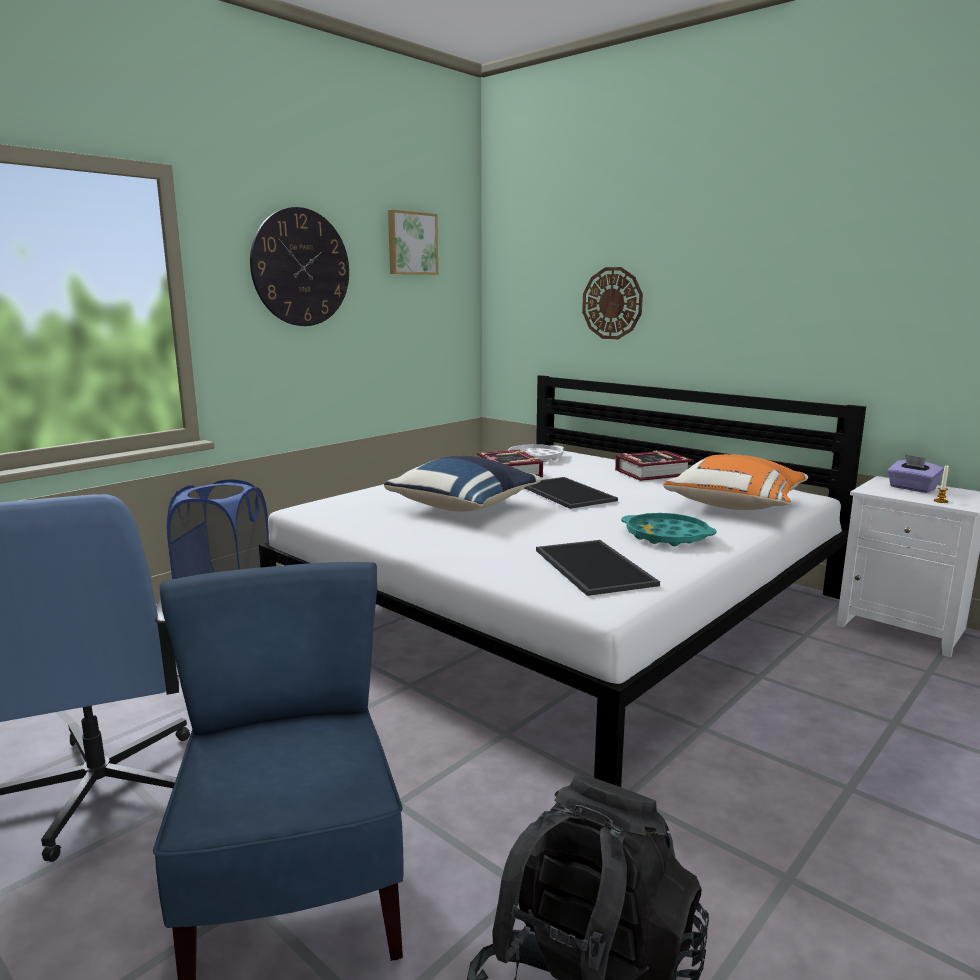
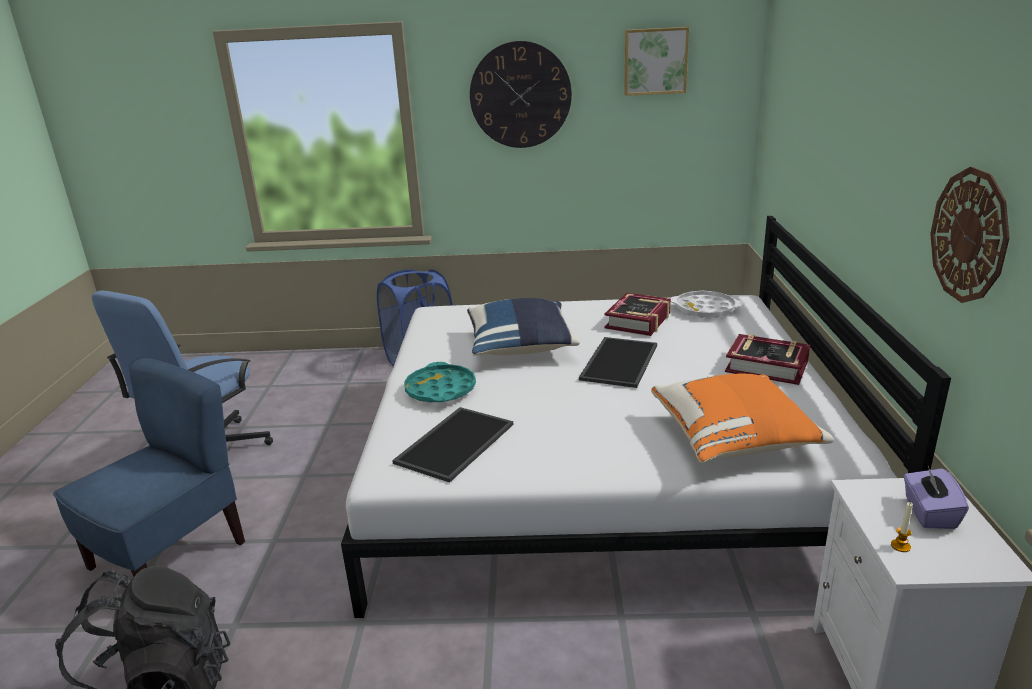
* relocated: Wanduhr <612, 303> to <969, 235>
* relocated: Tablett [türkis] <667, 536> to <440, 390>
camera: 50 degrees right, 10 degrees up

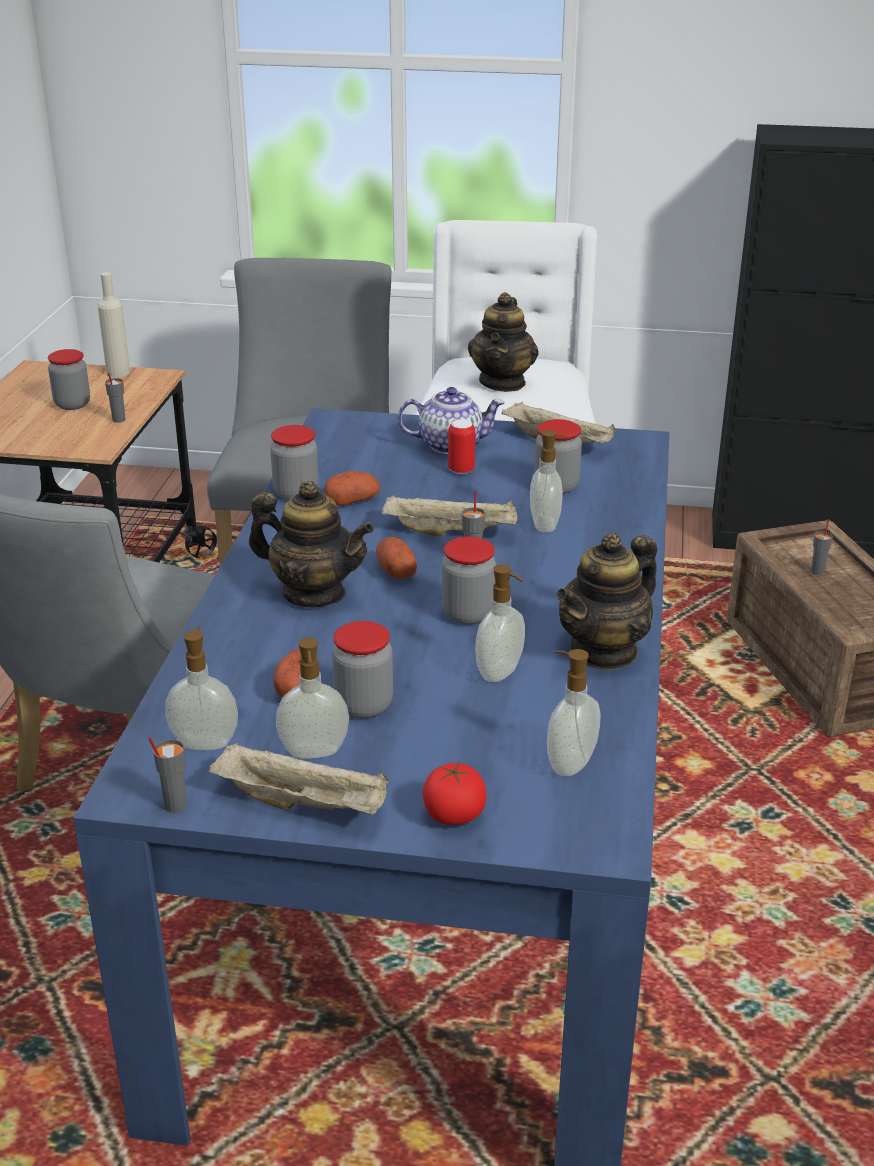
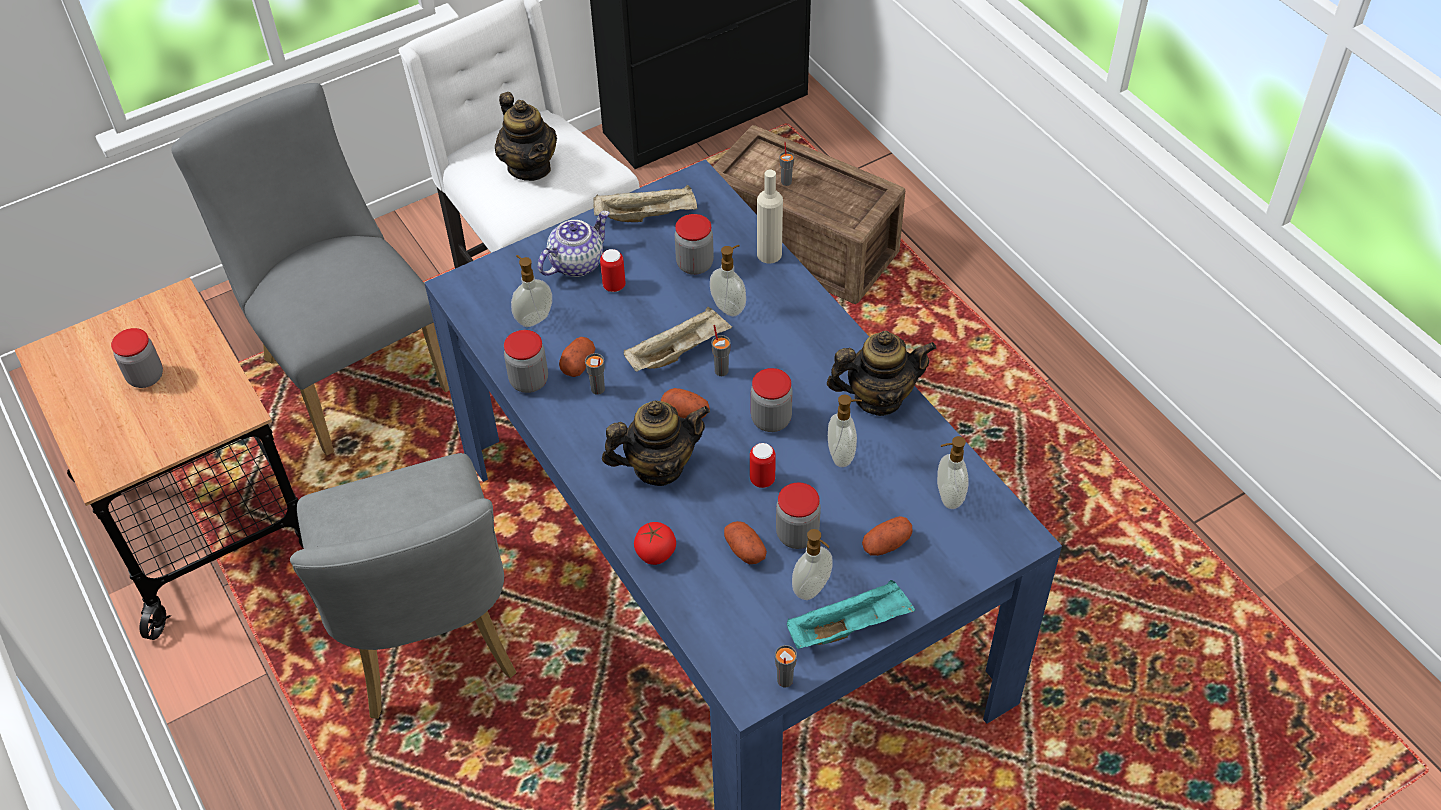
* relocated: Flasche [beige] <118, 372> to <769, 254>
* relocated: Tasse [grau] <118, 420> to <597, 389>
* relocated: Seifenspender <205, 742> to <533, 318>
* colour: Tablett [beige] <304, 804> to Tablett [türkis] <850, 626>
* relocated: Tomate <454, 815> to <655, 553>
* spun: Teekanne <604, 651> = <878, 397> 105 degrees counterclockwise
* appeared: Dose <762, 480>
* appeared: Kartoffel <886, 544>
camera: 40 degrees left, 20 degrees up

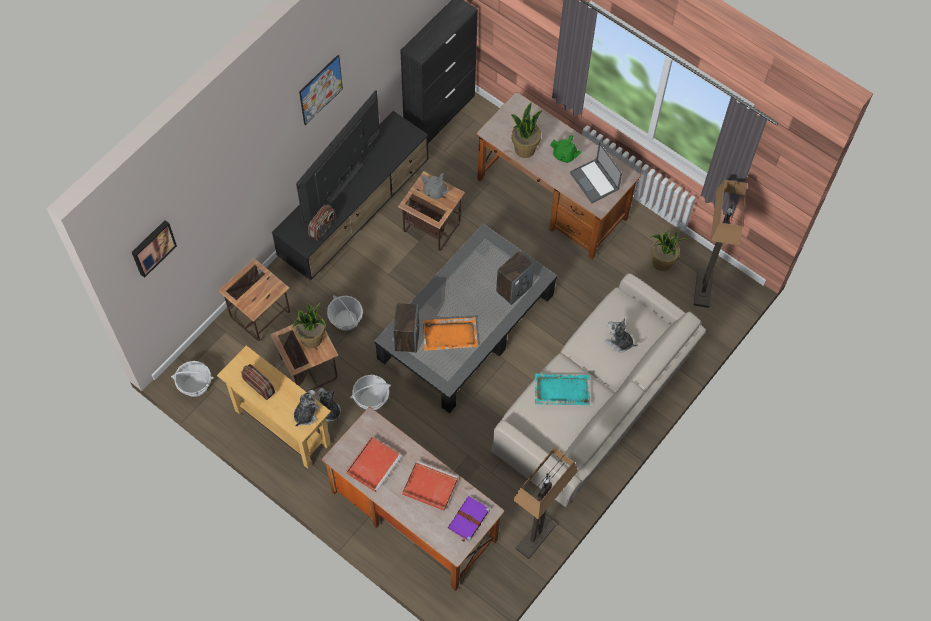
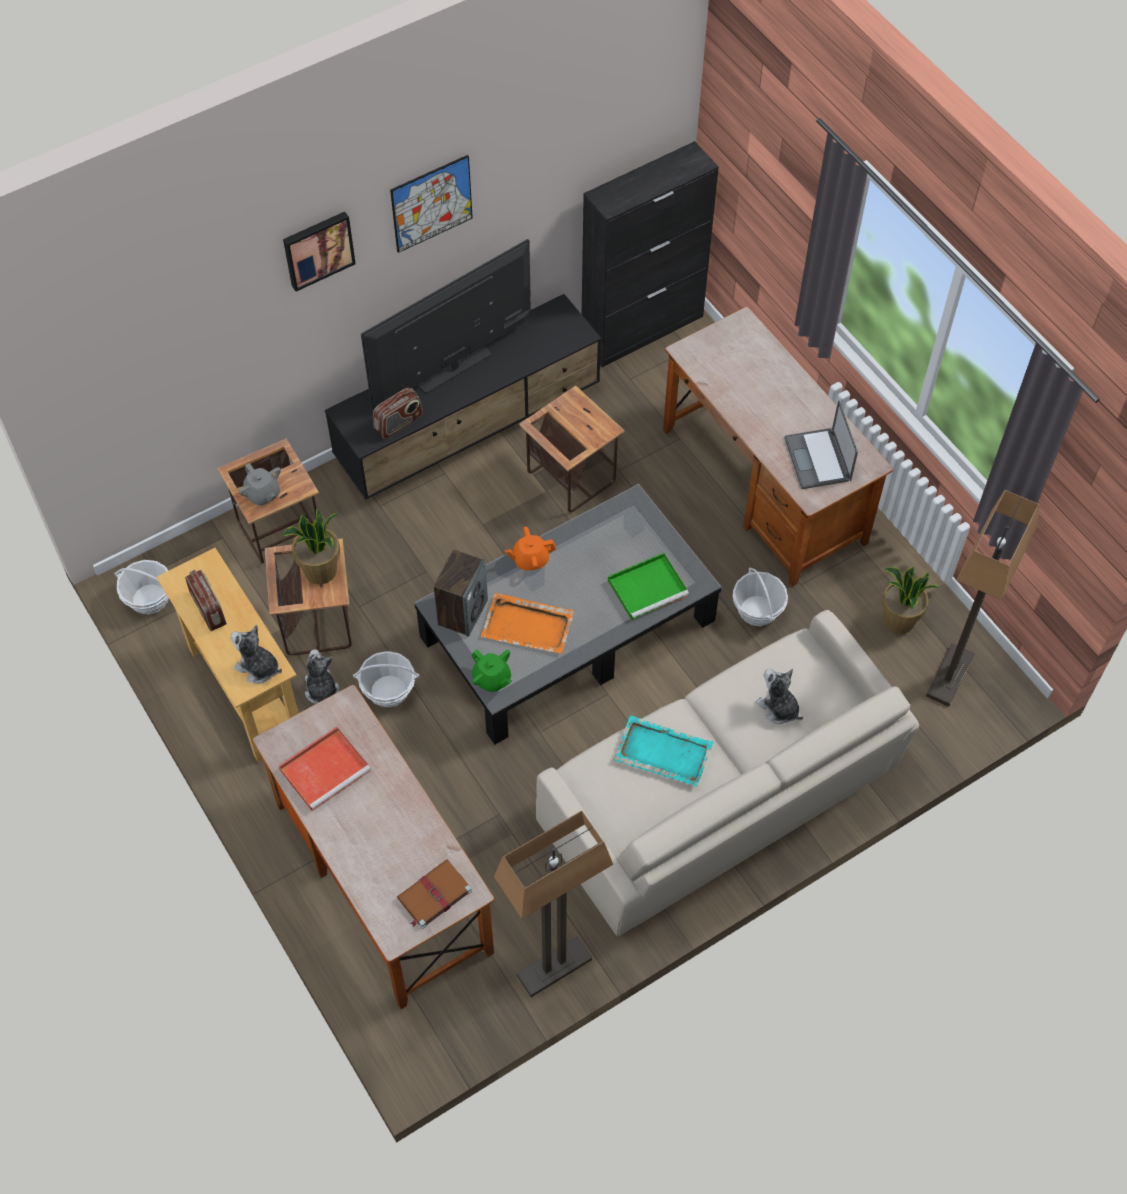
* relocated: Bild <152, 247> to <318, 249>
* spun: Plüschtier <305, 414> = <258, 667> 105 degrees counterclockwise
* relocated: Korb <346, 320> to <757, 610>
* missing: Tablett [rot] <429, 486>
* relocated: Teekanne [grau] <435, 192> to <263, 494>
* colour: Buch [lila] <468, 520> to Buch [braun] <433, 895>
* exchanged: Lautsprecher <514, 288> to Tablett [grün] <648, 587>
* missing: Topfpflanze <524, 149>
* relocated: Teekanne [grün] <564, 155> to <492, 679>
* appeared: Teekanne [orange] <530, 559>
camera: 20 degrees right, 5 degrees down

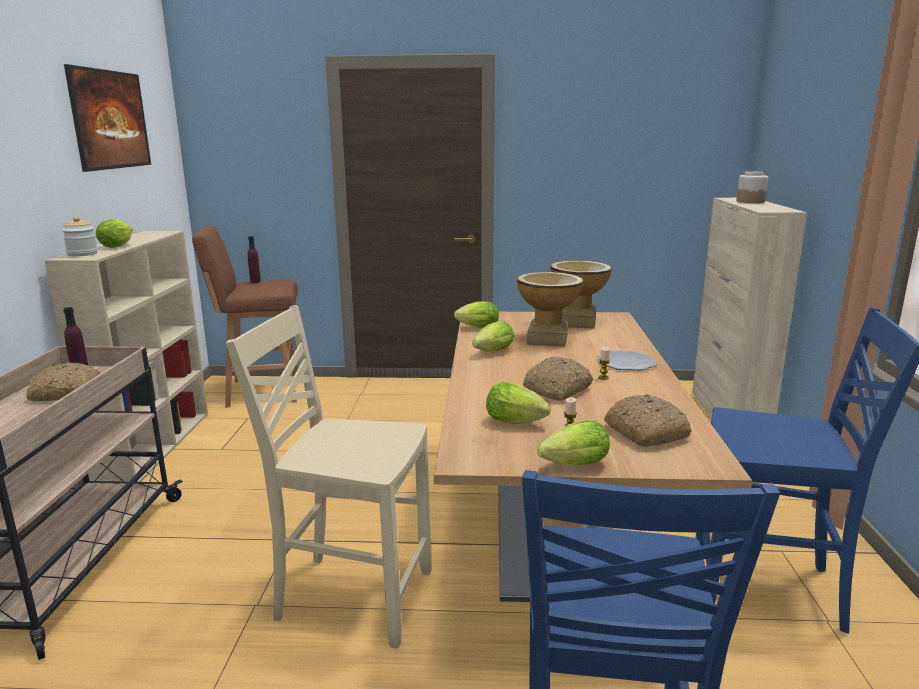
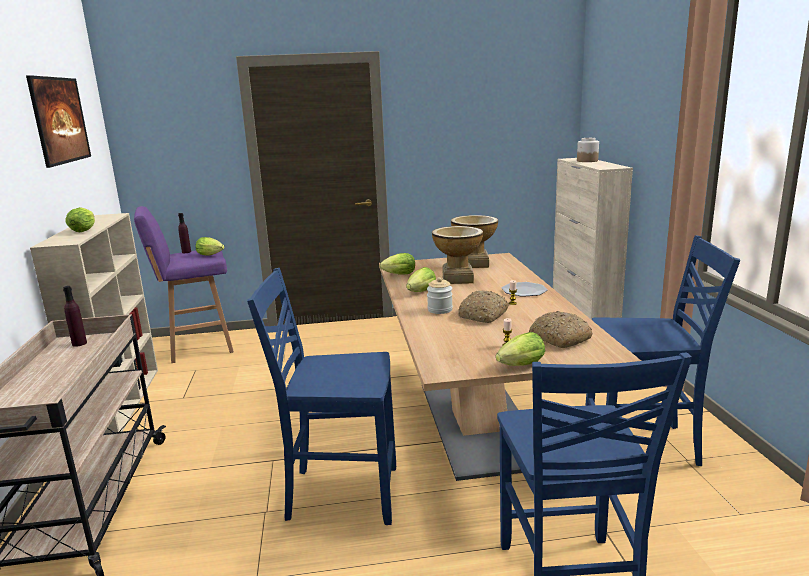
* missing: Brot <66, 393>
* relocated: Vorratsglas <82, 254> to <440, 310>
* colour: Hocker [braun] <261, 391> to Hocker [lila] <197, 346>
* colour: Stuhl [beige] <351, 596> to Stuhl [blau] <340, 493>
* relocated: Salatkopf <518, 422> to <211, 255>
camera: 10 degrees left, 0 degrees up

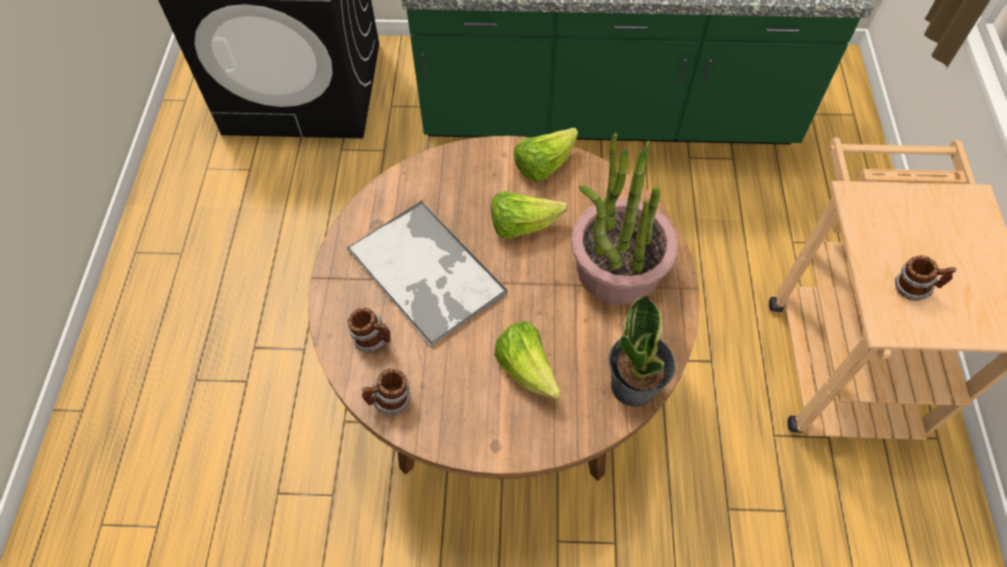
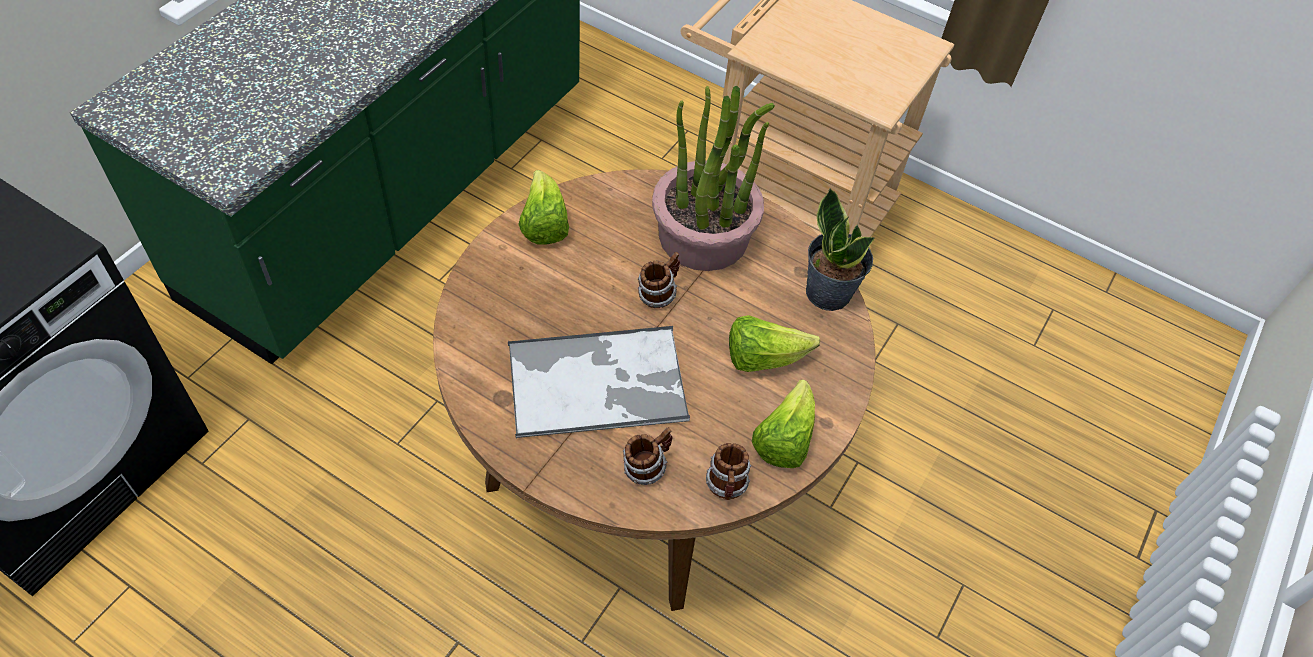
* relocated: Salatkopf <522, 225> to <783, 440>
* relocated: Henkelbecher <913, 288> to <658, 294>
camera: 65 degrees left, 5 degrees down

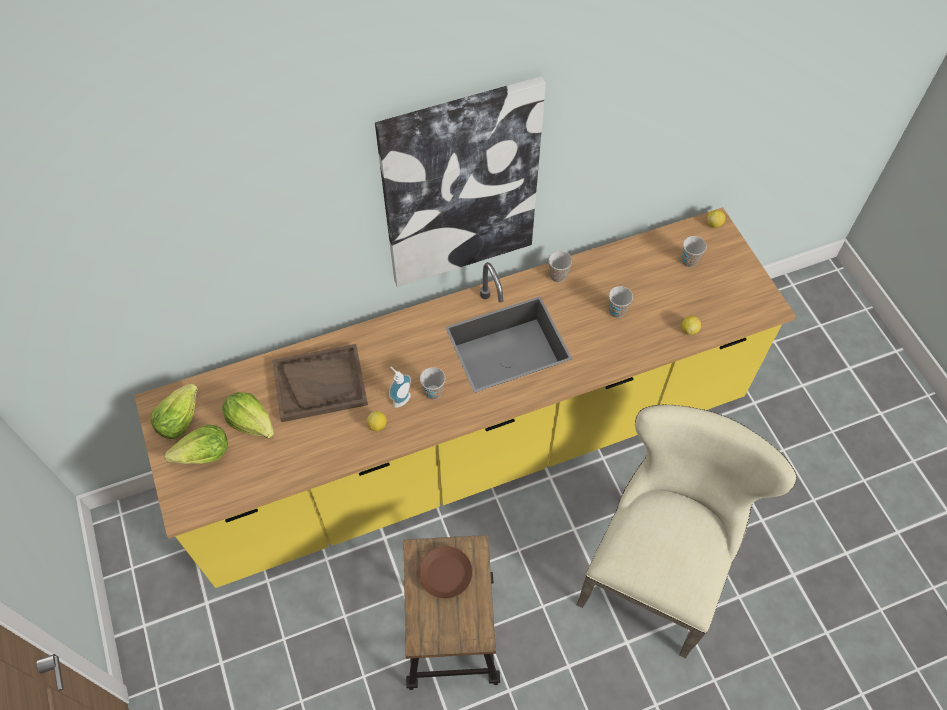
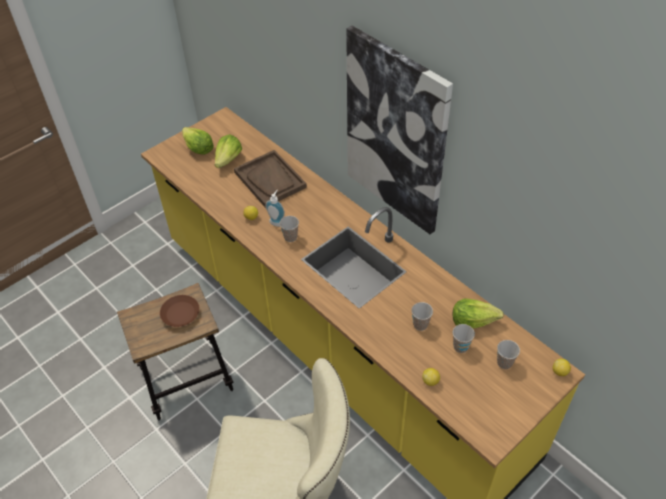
* relocated: Salatkopf <178, 419> to <473, 320>
* relocated: Tasse <558, 276> to <460, 347>
camera: 70 degrees right, 10 degrees down

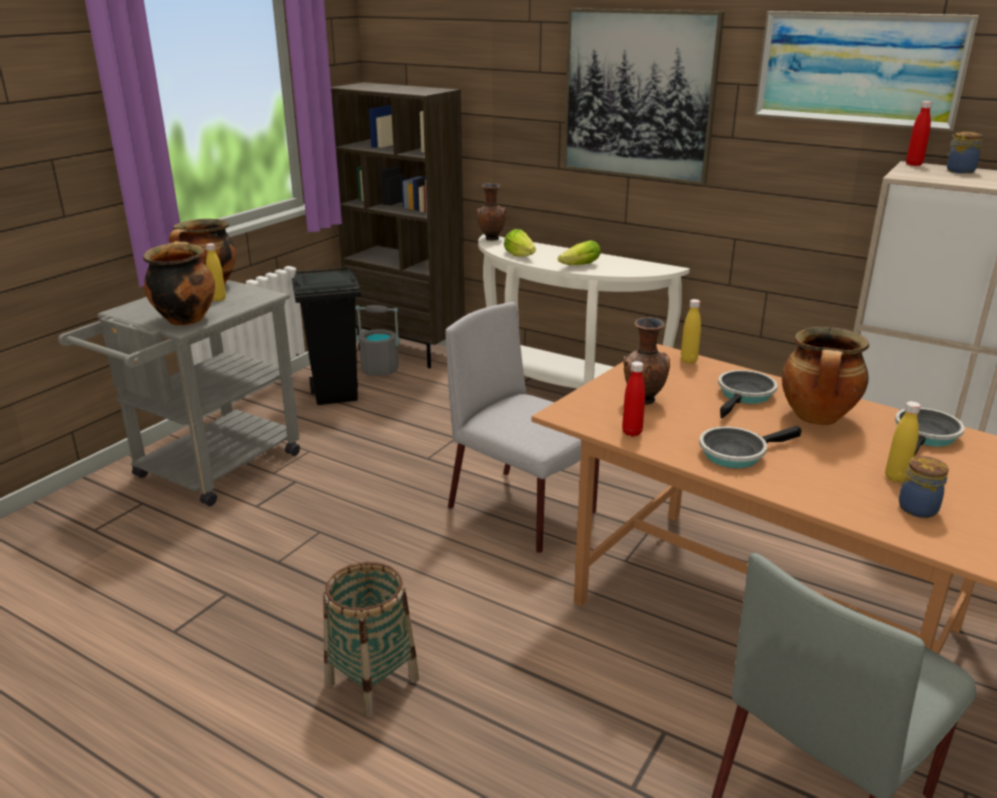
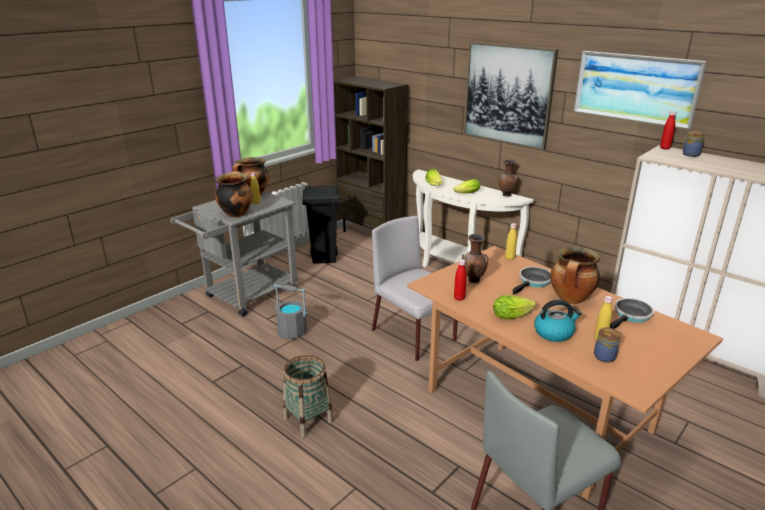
* relocated: Eimer [grau] <380, 370> to <292, 332>
* relocated: Vase [braun] <491, 239> to <506, 195>
* exchanged: Pfanne <736, 453> to Salatkopf <514, 315>
* appeared: Wasserkessel <554, 333>
camera: 10 degrees right, 0 degrees up

